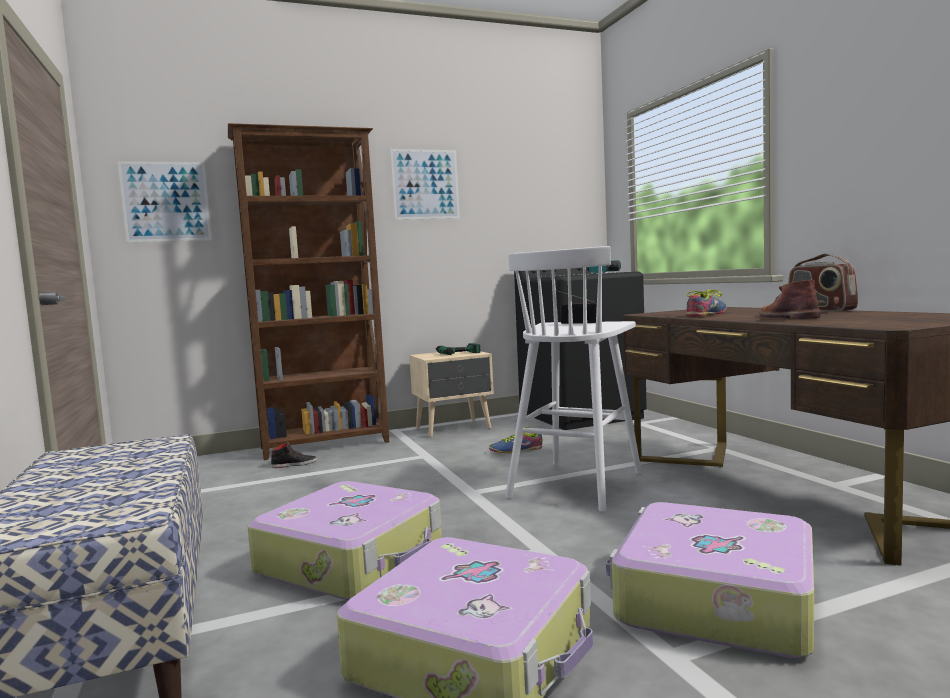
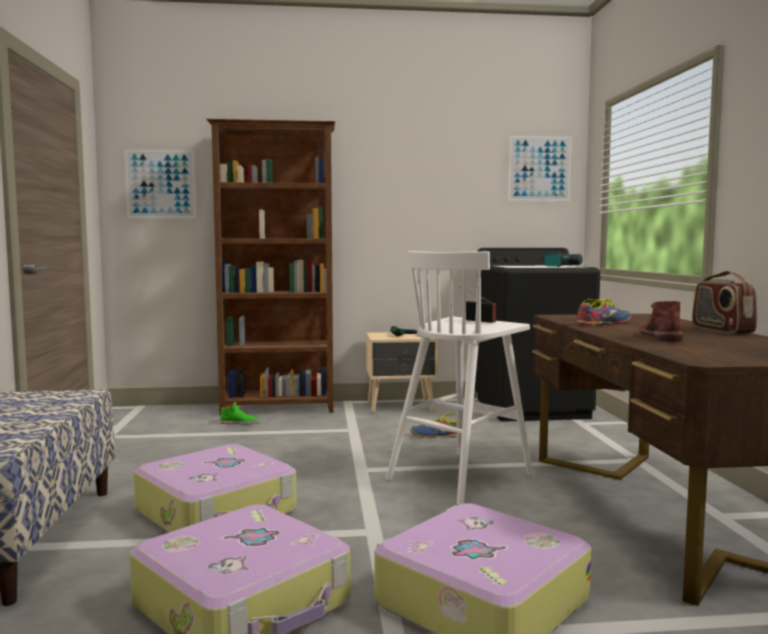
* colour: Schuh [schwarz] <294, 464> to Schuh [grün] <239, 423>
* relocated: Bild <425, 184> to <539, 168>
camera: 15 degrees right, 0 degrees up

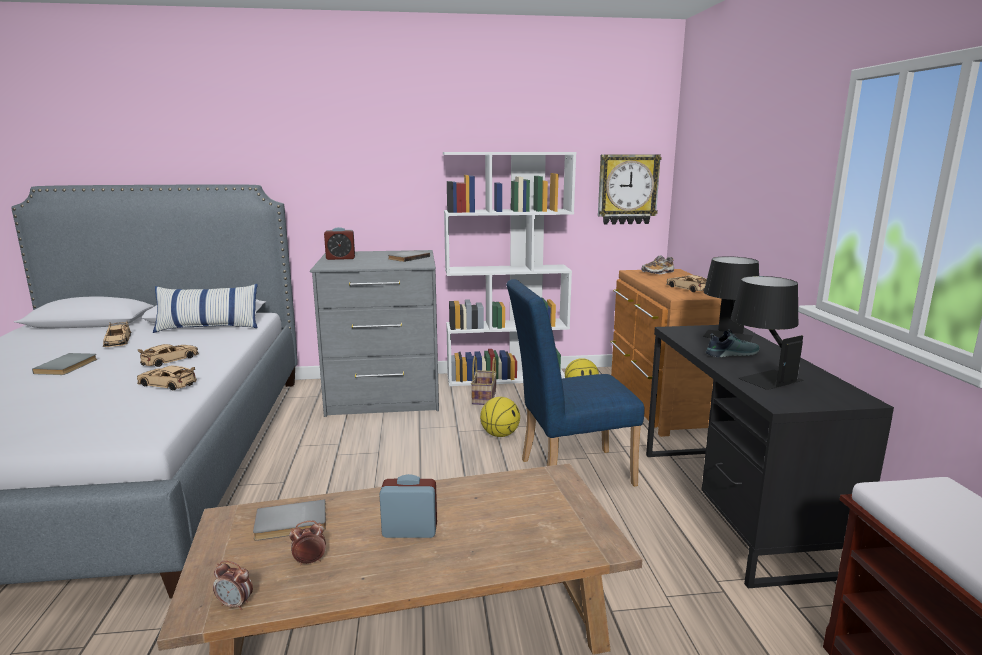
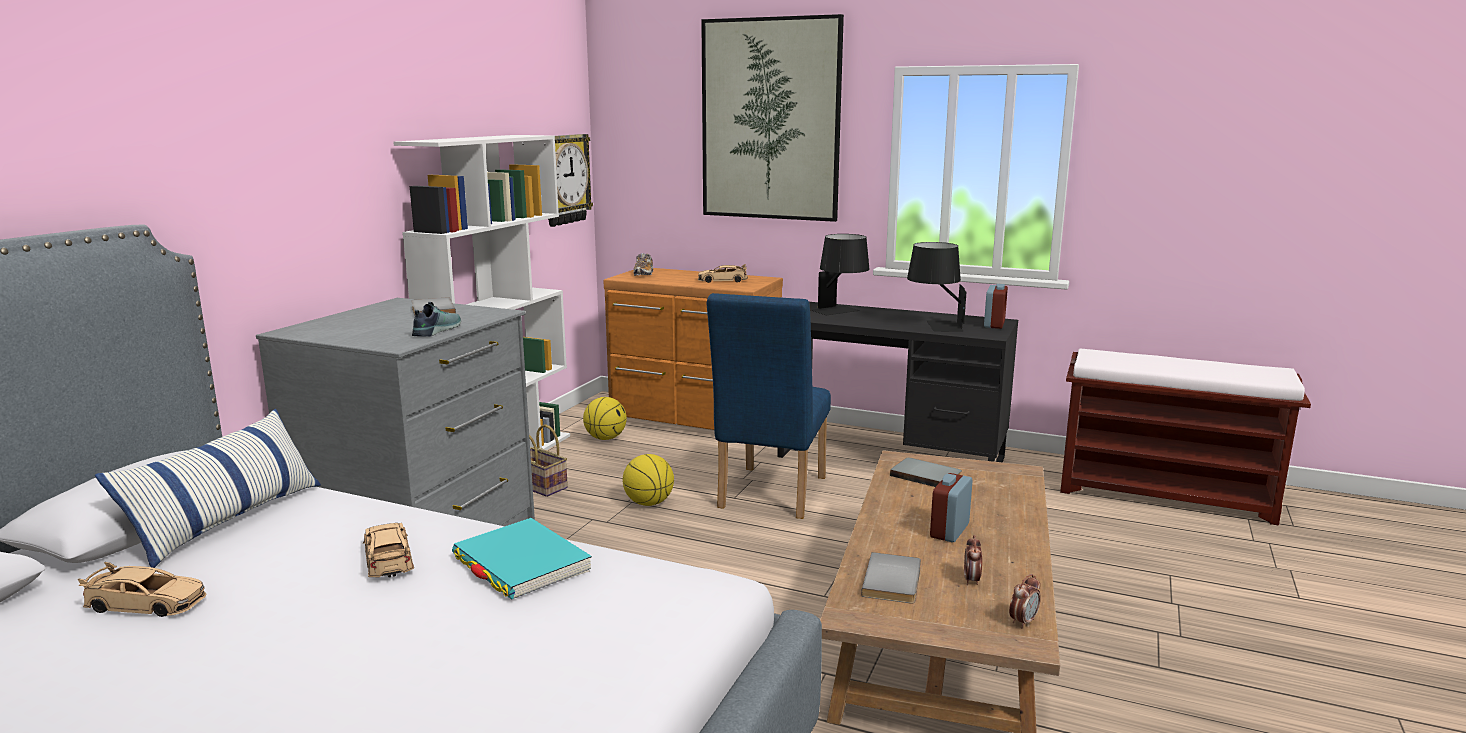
* relocated: Buch [grau] <68, 366> to <926, 475>
* exchanged: Spielzeugauto [beige] <167, 384> to Buch [türkis] <521, 564>
* relocated: Wecker <340, 258> to <994, 324>
* relocated: Schuh <730, 353> to <435, 330>
* appeared: Bild <770, 120>
camera: 60 degrees left, 0 degrees up

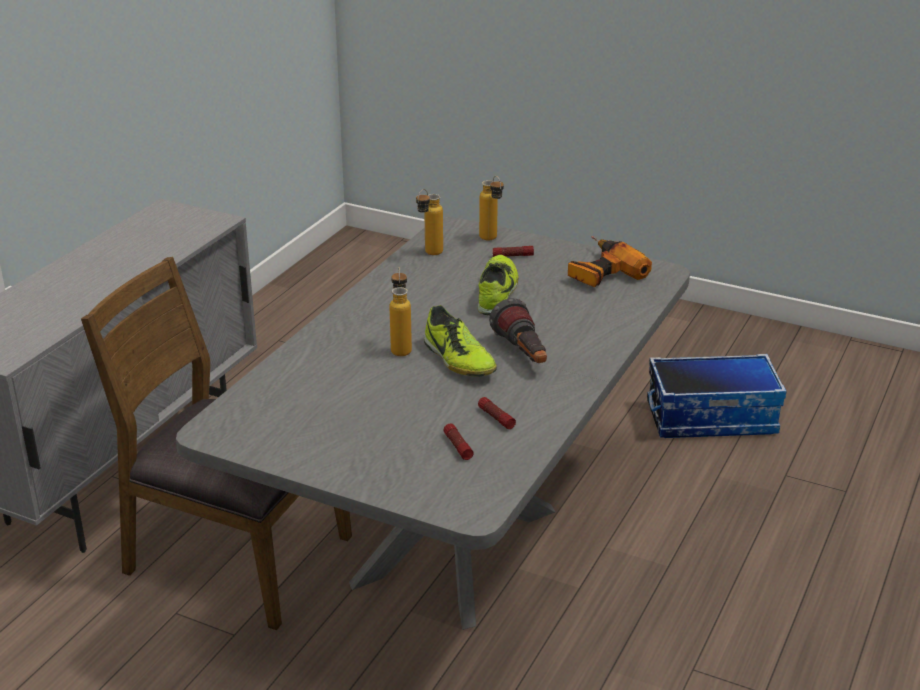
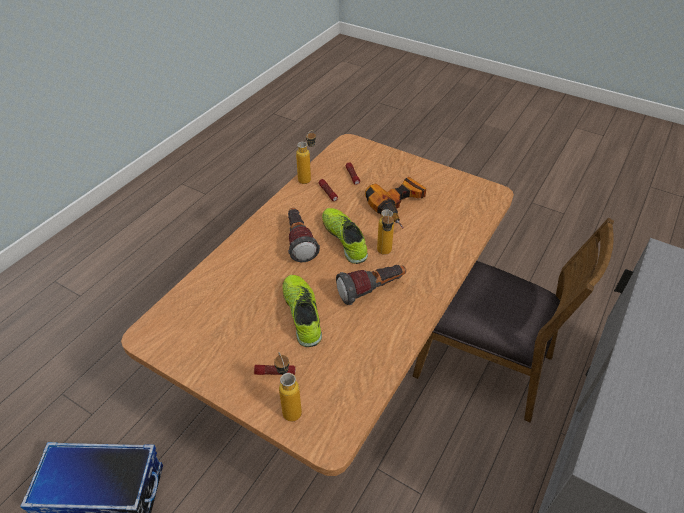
* colour: Esstisch [grau] <458, 546> to Esstisch [braun] <342, 362>
* relocated: Flasche <429, 254> to <308, 178>
* spun: Schuh <497, 293> = <302, 314> 150 degrees clockwise
* relocated: Bohrmaschine <600, 272> to <399, 206>
* appeared: Taschenlampe <371, 290>
camera: 175 degrees left, 15 degrees up

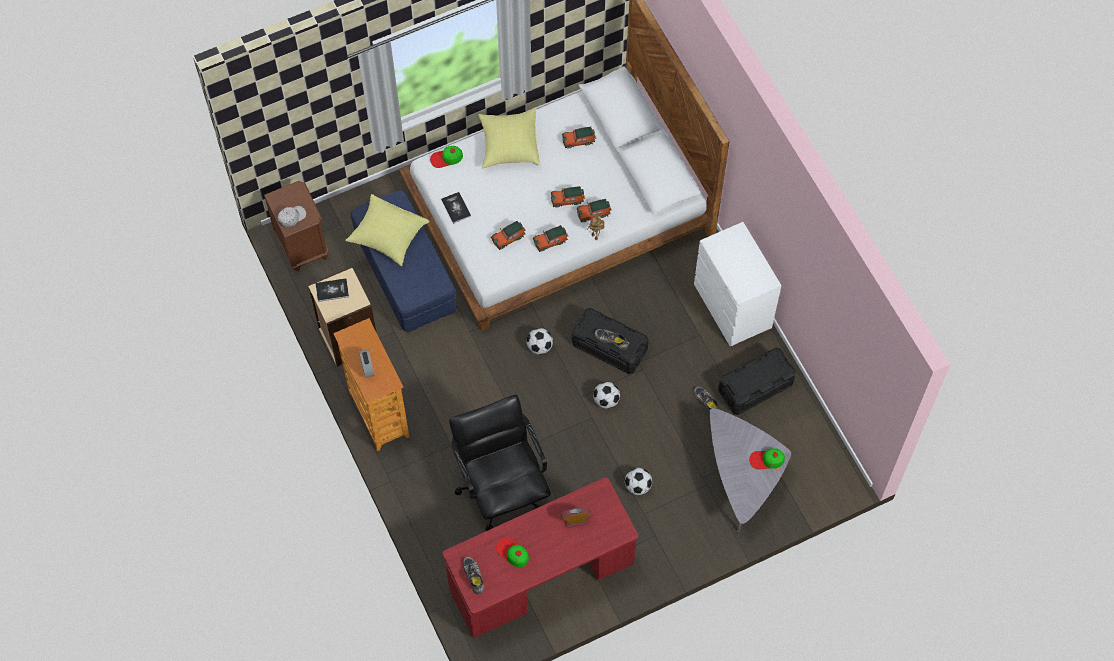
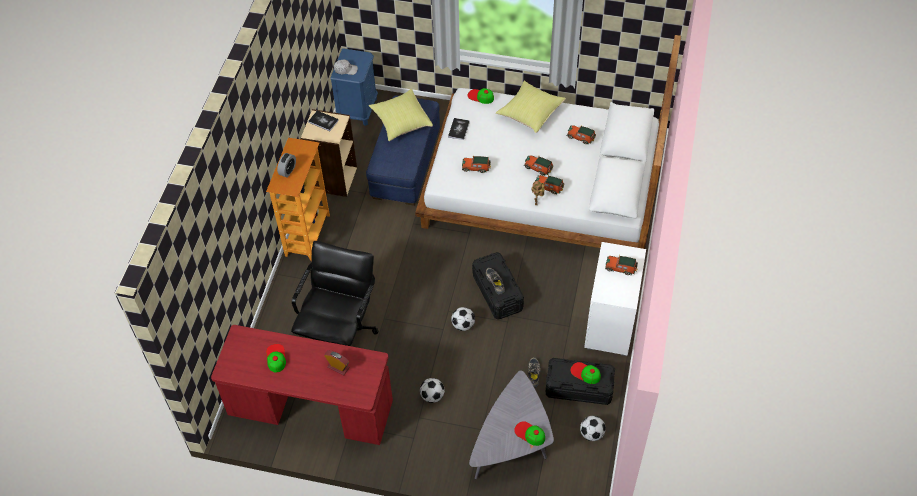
* colour: Nachttisch [braun] <302, 246> to Nachttisch [blau] <358, 109>
* missing: Schuh <474, 576>
* relocated: Fußball <539, 346> to <591, 434>
* relocated: Spielzeugauto <551, 241> to <621, 268>
* appeared: Kappe <585, 373>
camera: 40 degrees right, 10 degrees down

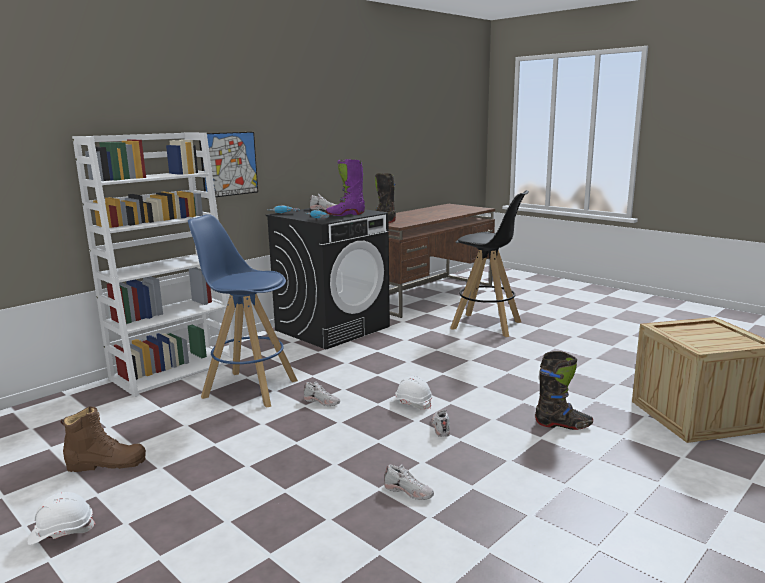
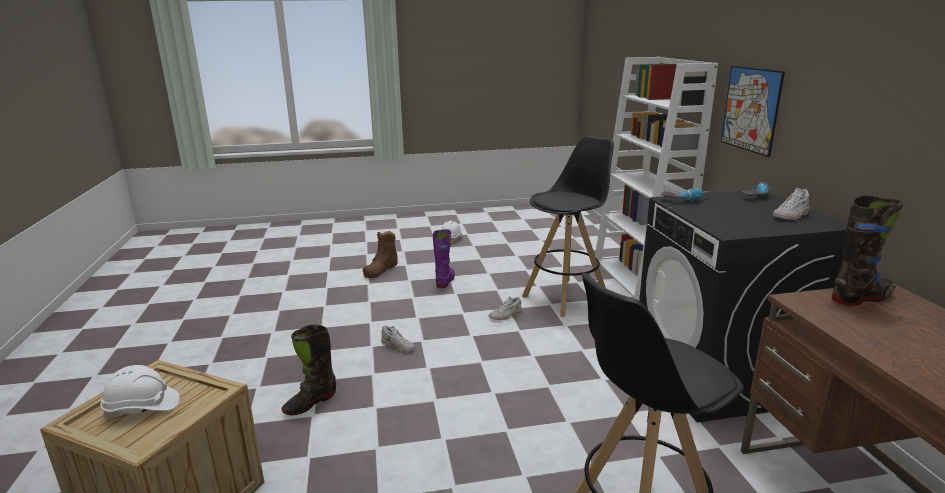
* relocated: Stiefel [braun] <107, 463> to <381, 269>
* colour: Hocker [blau] <249, 388> to Hocker [schwarz] <566, 296>
* relocated: Stiefel [lila] <345, 214> to <445, 281>
* missing: Schuh [weiß] <409, 491>
* relocated: Schutzhelm [weiß] <412, 403> to <142, 407>
camera: 125 degrees right, 5 degrees up

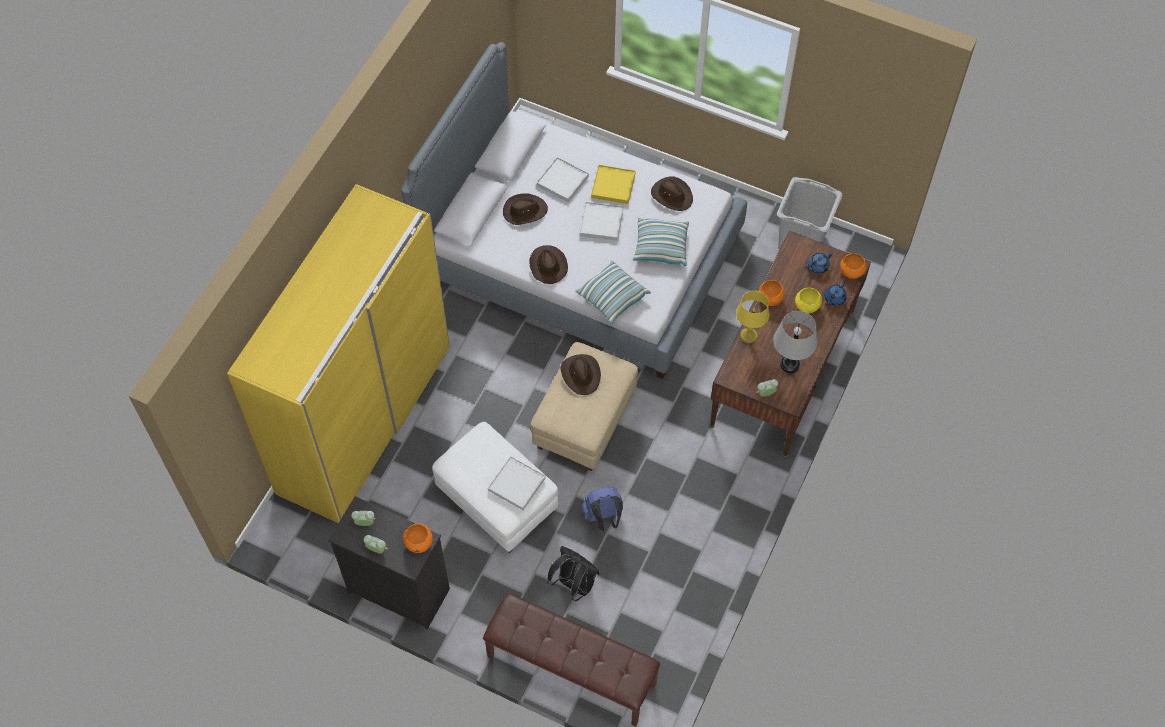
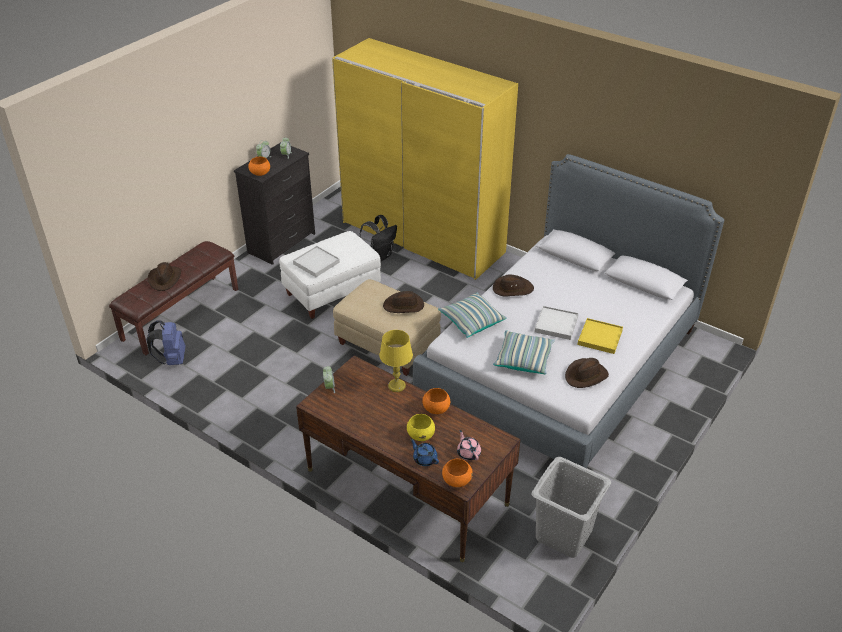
* relocated: Hut [braun] <524, 211> to <165, 279>
* missing: Tablett [weiß] <563, 181>
* relocated: Rucksack [schwarz] <574, 584> to <380, 256>
* relocated: Rucksack [blau] <603, 518> to <172, 359>
* missing: Tischlampe [grau] <789, 364>
* colour: Teekanne [blau] <817, 266> to Teekanne [rosa] <468, 453>
camera: 100 degrees right, 20 degrees down

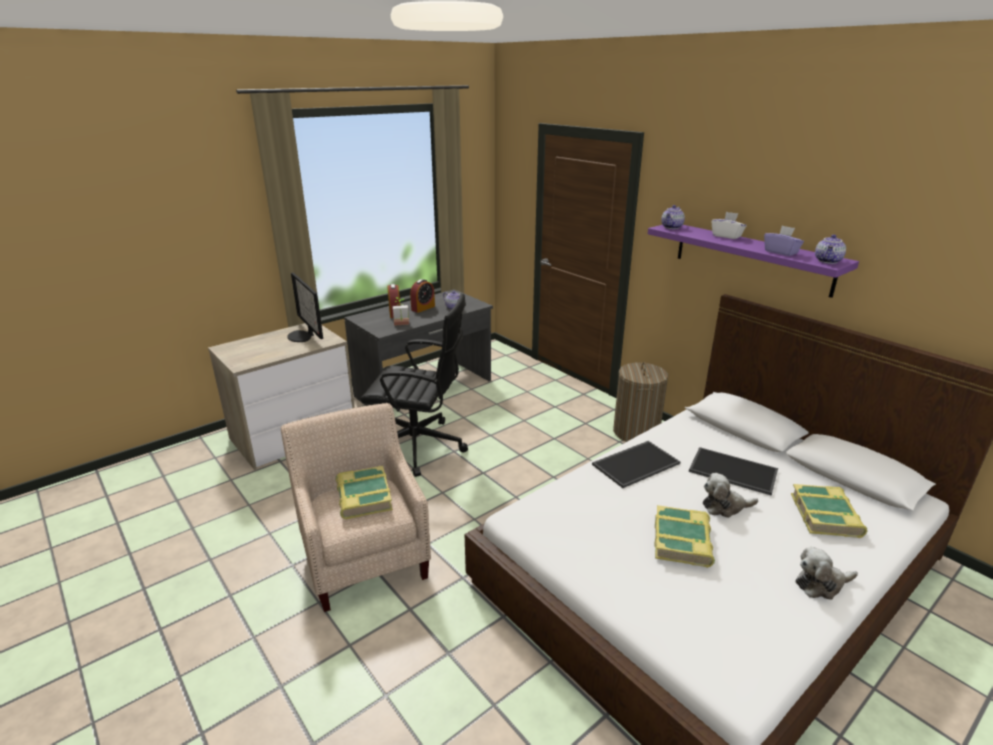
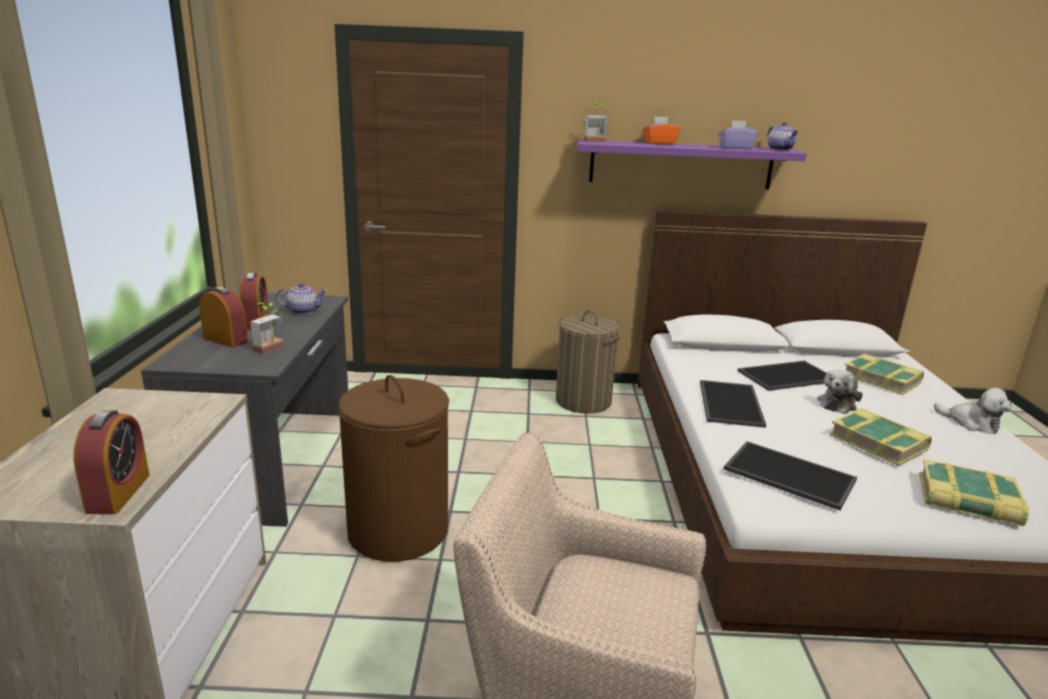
* missing: Monitor <303, 336>
* relocated: Buch <363, 497> to <968, 500>
* exchanged: Bürostuhl [schwarz] <419, 447> to Wäschekorb [braun] <399, 531>
* exchanged: Teekanne <672, 227> to Topfpflanze <596, 142>
* colour: Taschentuchbox [weiß] <727, 236> to Taschentuchbox [orange] <659, 143>
* spun: Plüschtier <821, 584> = <971, 423> 75 degrees counterclockwise
* appeared: Wecker <118, 493>
* appeared: Tablett <787, 475>
camera: 50 degrees left, 5 degrees down

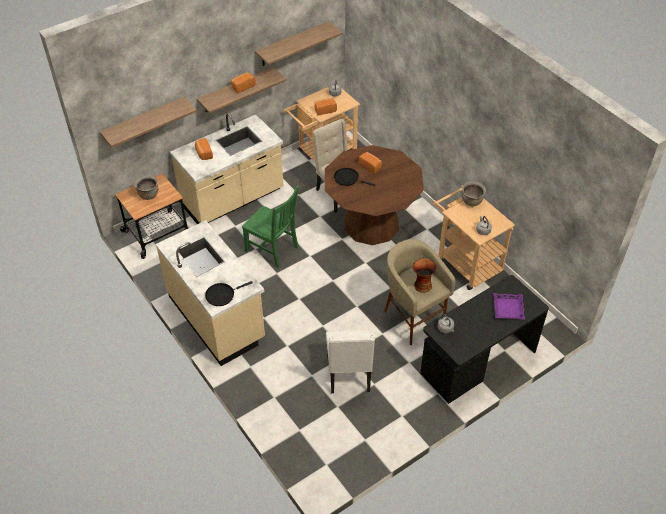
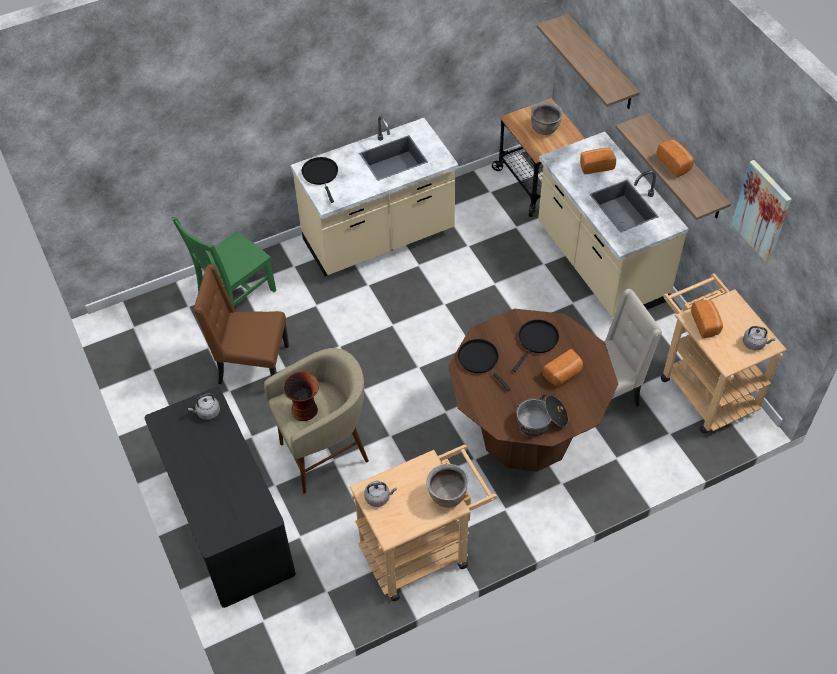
* relocated: Stuhl [grün] <273, 250> to <235, 296>
* exchanged: Wandregal <293, 44> to Bild <762, 211>
* colour: Stuhl [weiß] <349, 374> to Stuhl [braun] <252, 366>
* missing: Tablett [lila] <508, 308>
* appeared: Pfanne [schwarz] <480, 360>
* appeared: Kochtopf <541, 421>
camera: 100 degrees right, 5 degrees up

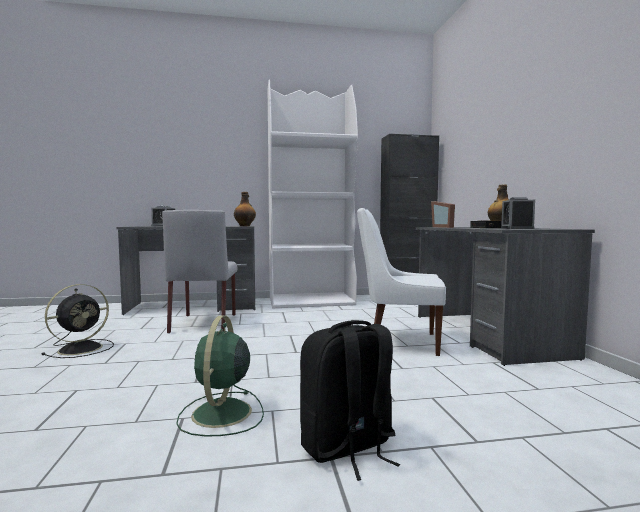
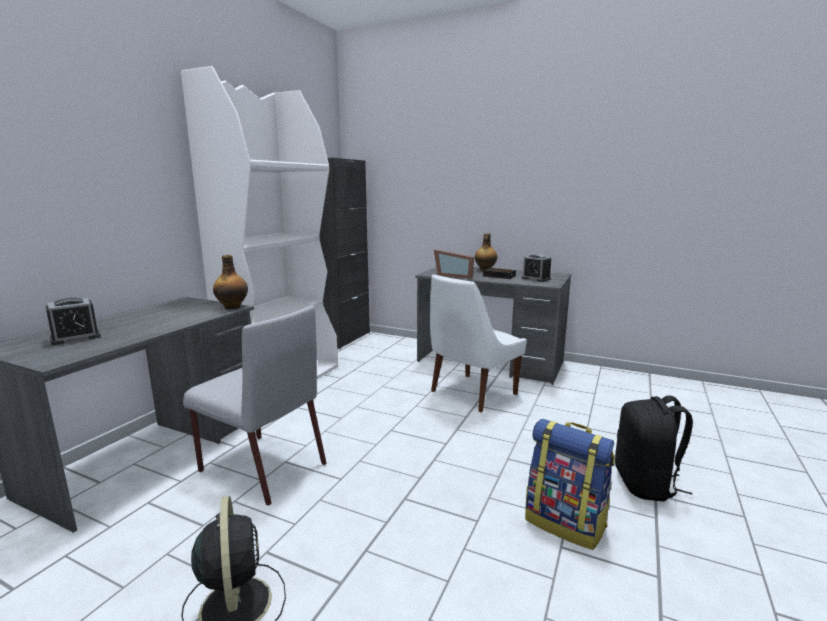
* exchanged: Ventilator [grün] <221, 414> to Rucksack <566, 523>
camera: 55 degrees left, 10 degrees up

